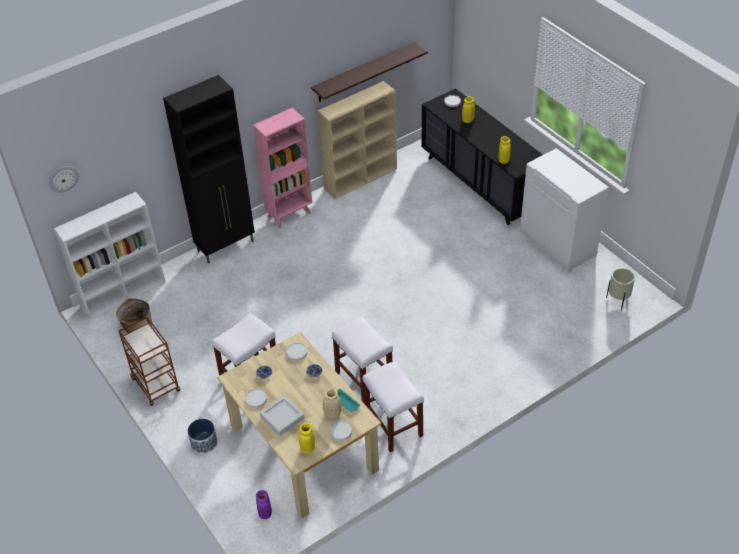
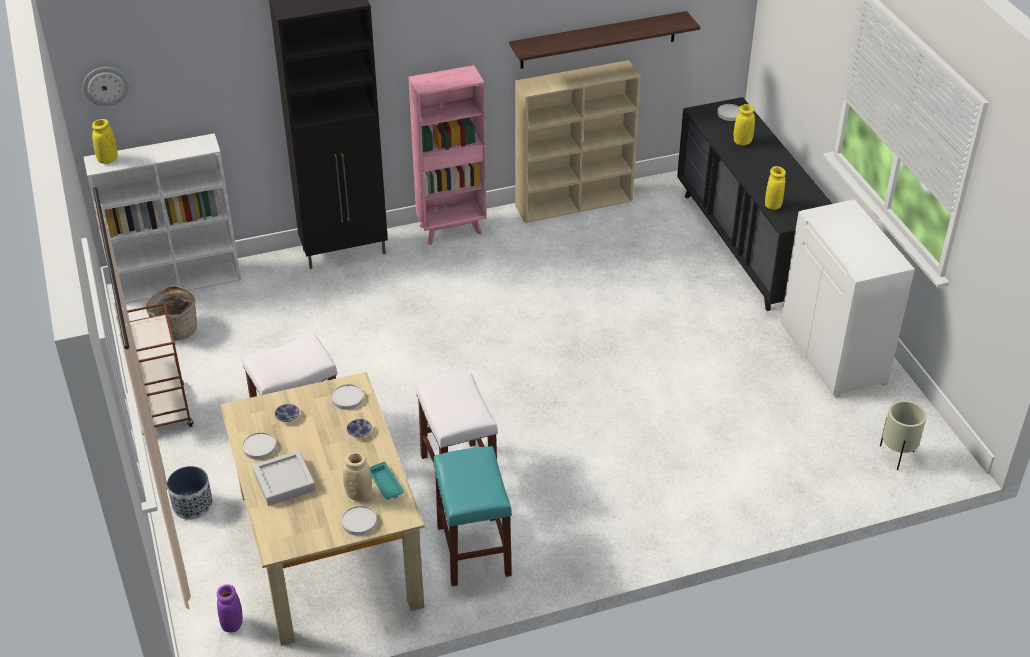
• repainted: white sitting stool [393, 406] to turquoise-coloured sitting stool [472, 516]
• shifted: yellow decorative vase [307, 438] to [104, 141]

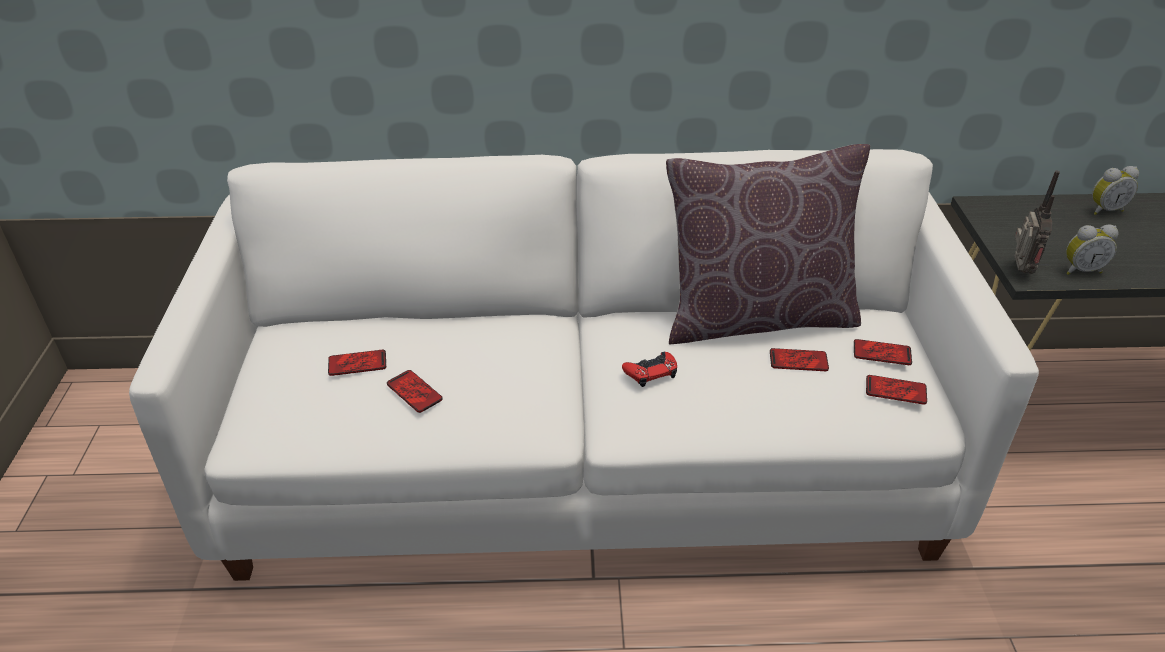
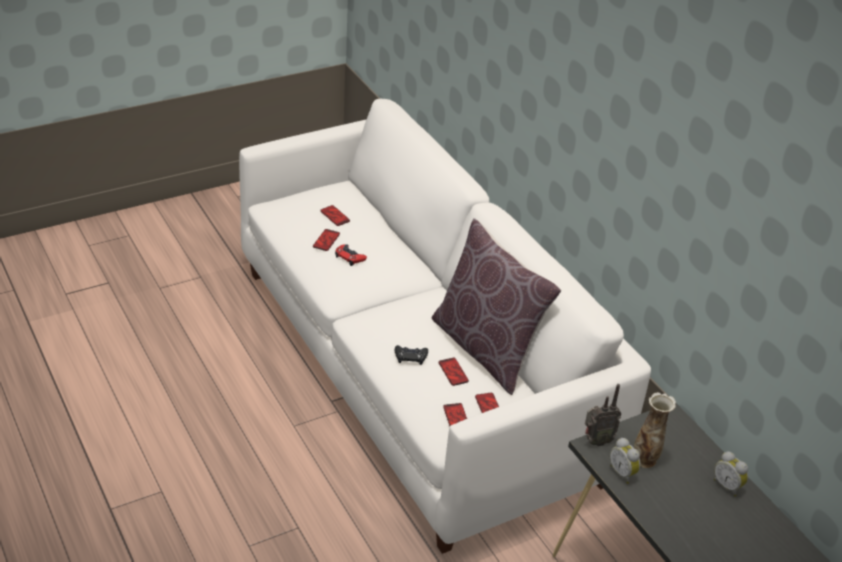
• shifted: reddish game controller [649, 369] to [351, 255]
• new: blackish game controller [411, 355]
• new: decorative vase [655, 430]

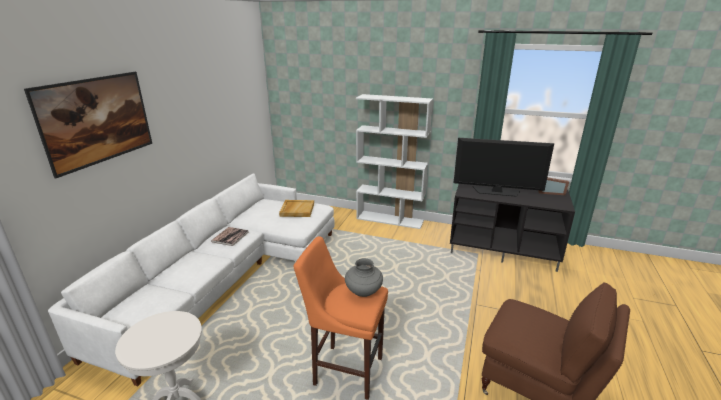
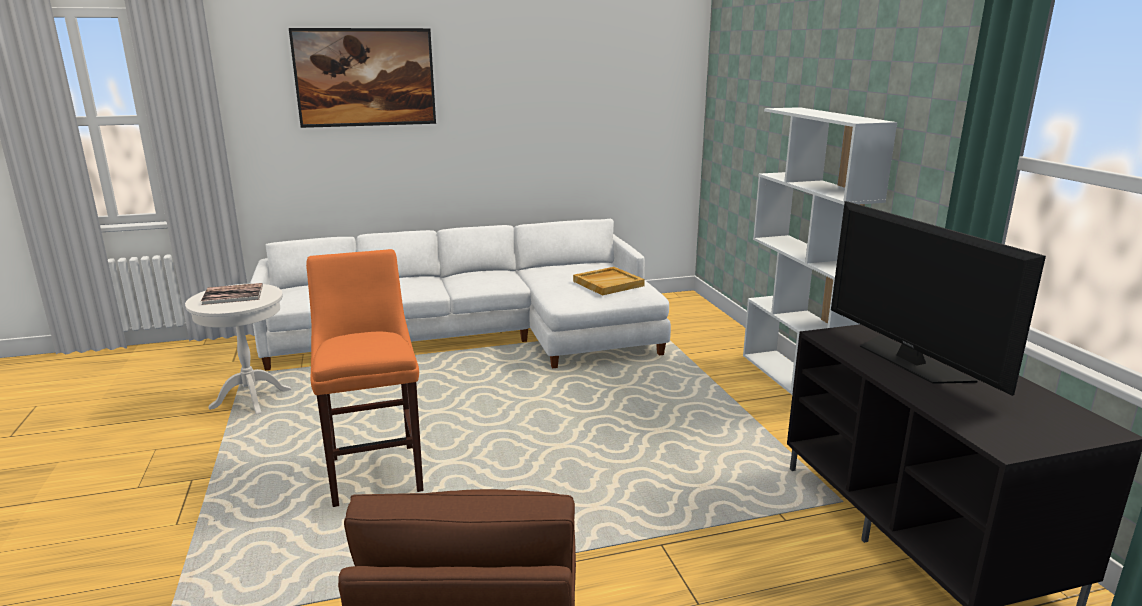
• gone: photo frame [554, 186]
• shifted: book [230, 236] to [232, 294]
• gone: gray decorative vase [364, 277]

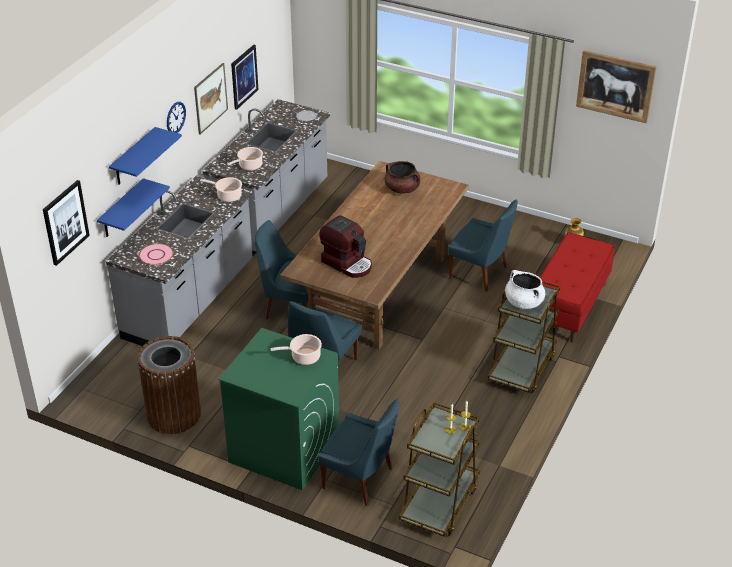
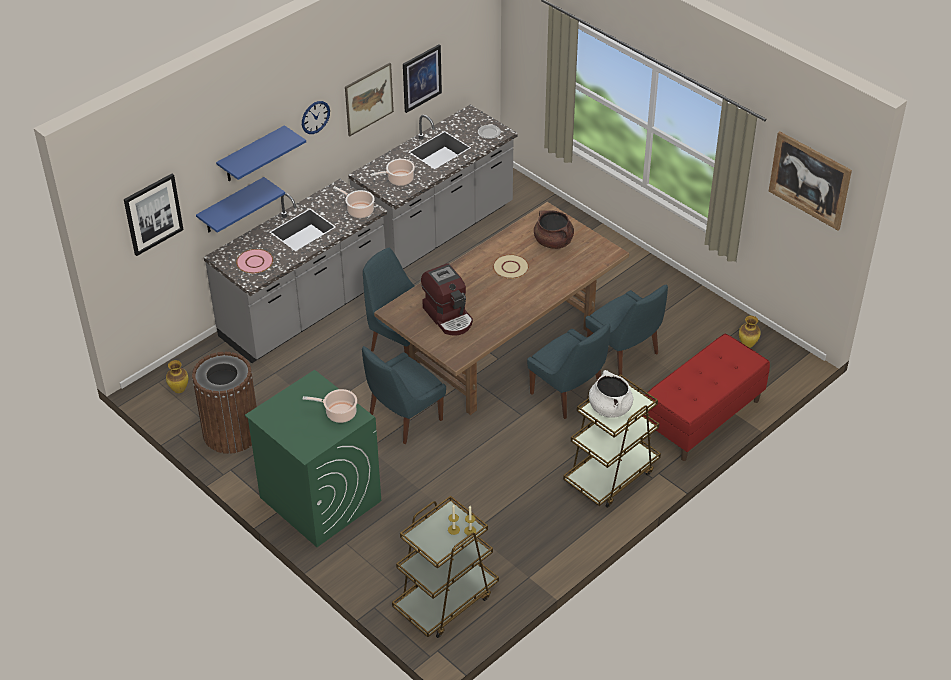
• shifted: blue-coloured plain chair [358, 452] to [568, 371]
• new: beige-coloured dinner plate [511, 266]
• new: decorative vase [177, 376]

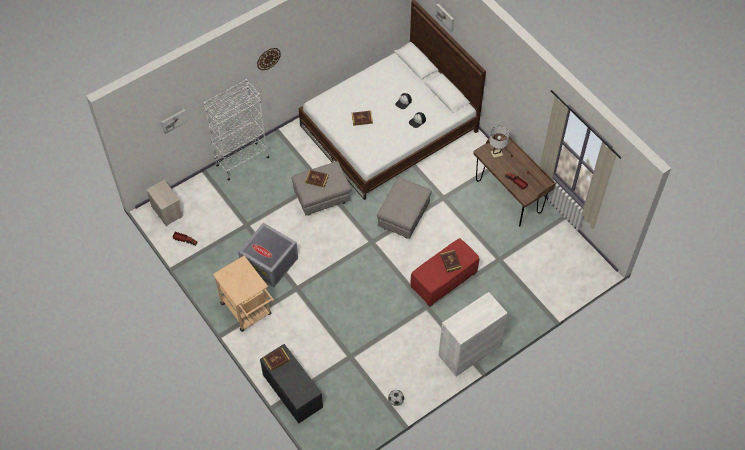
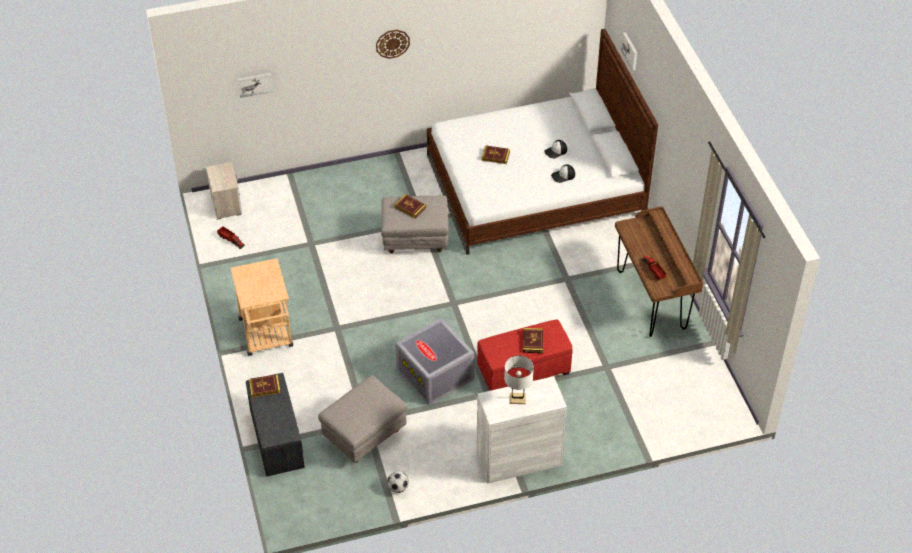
• gone: white shelving unit [236, 130]
• shifted: white lamp for a table [499, 142] to [519, 379]
• shifted: gray ottoman [404, 208] to [363, 419]
• shifted: gray storage bin [268, 255] to [435, 361]

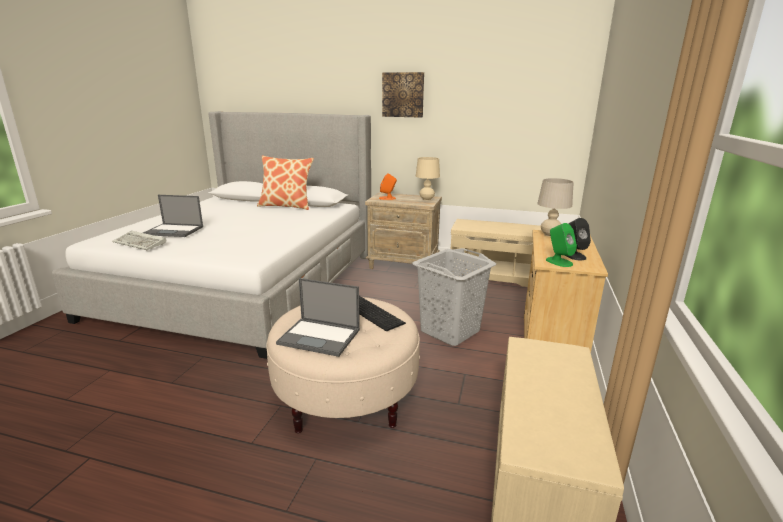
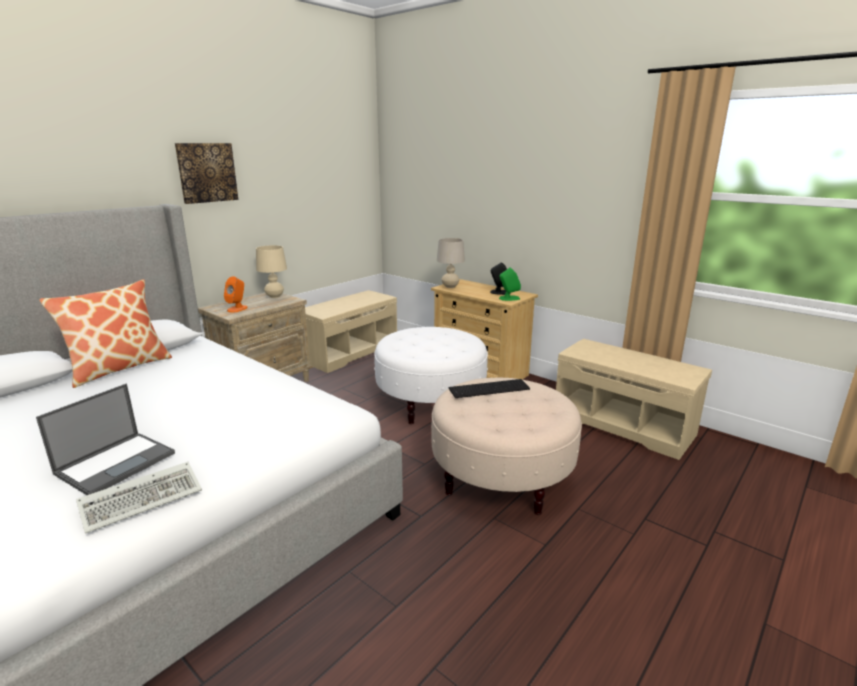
• swapped: gray washing basket [454, 297] to white ottoman [431, 375]
• gone: laptop [318, 317]

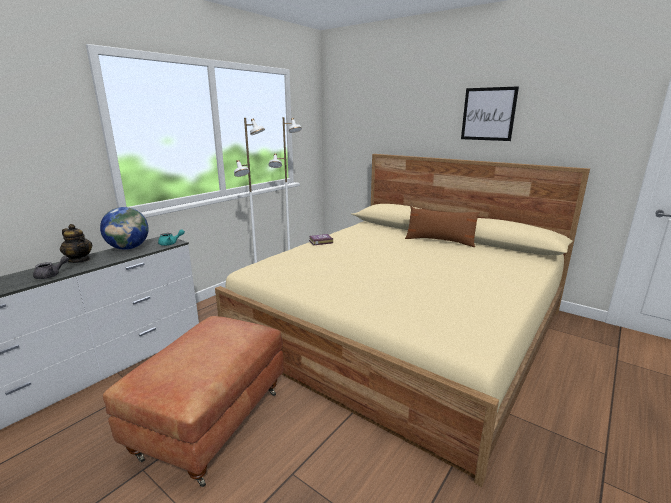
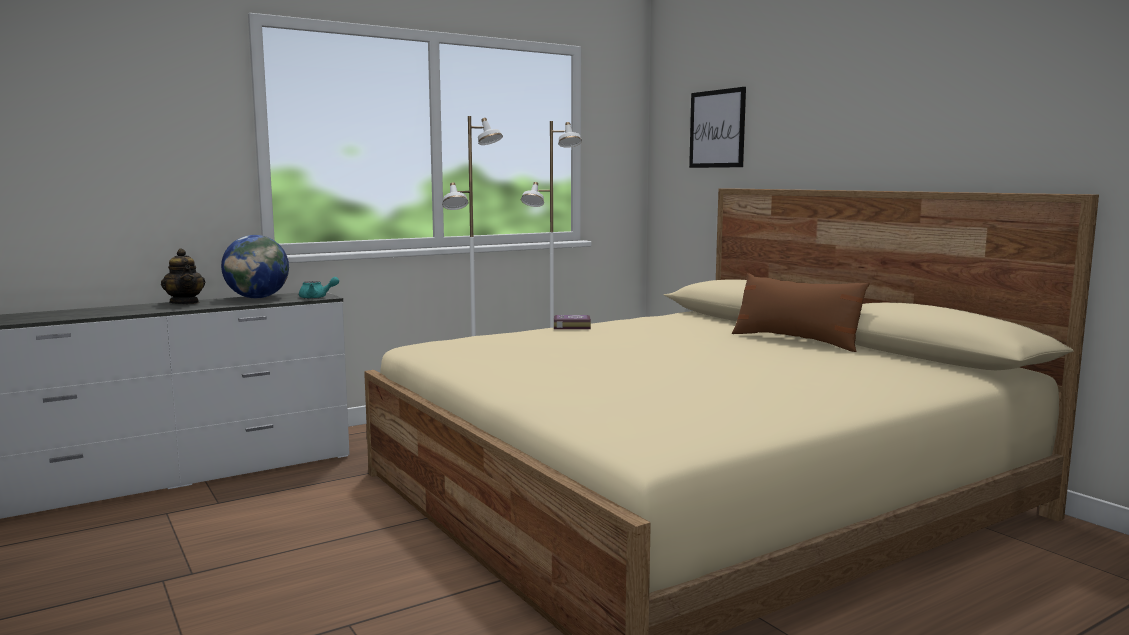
• shifted: picture [490, 113] to [717, 127]
• gone: gray teapot [51, 267]
• gone: brown ottoman [193, 401]

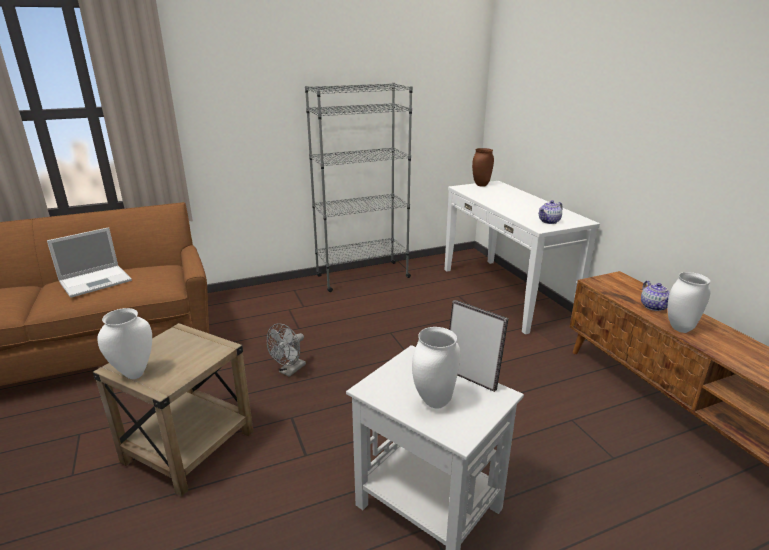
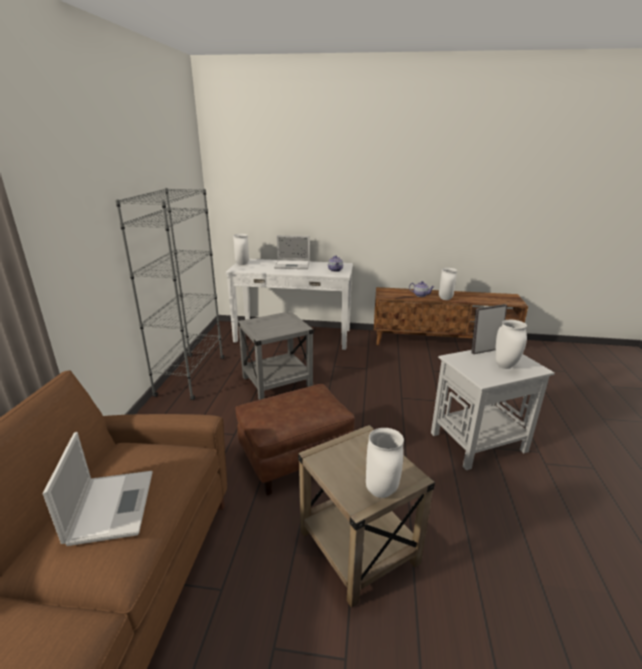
• repainted: brown decorative vase [483, 167] to white decorative vase [241, 249]
• swapped: gray electric fan [286, 350] to brown ottoman [295, 439]
• new: laptop [292, 252]
• new: gray accent table [275, 355]

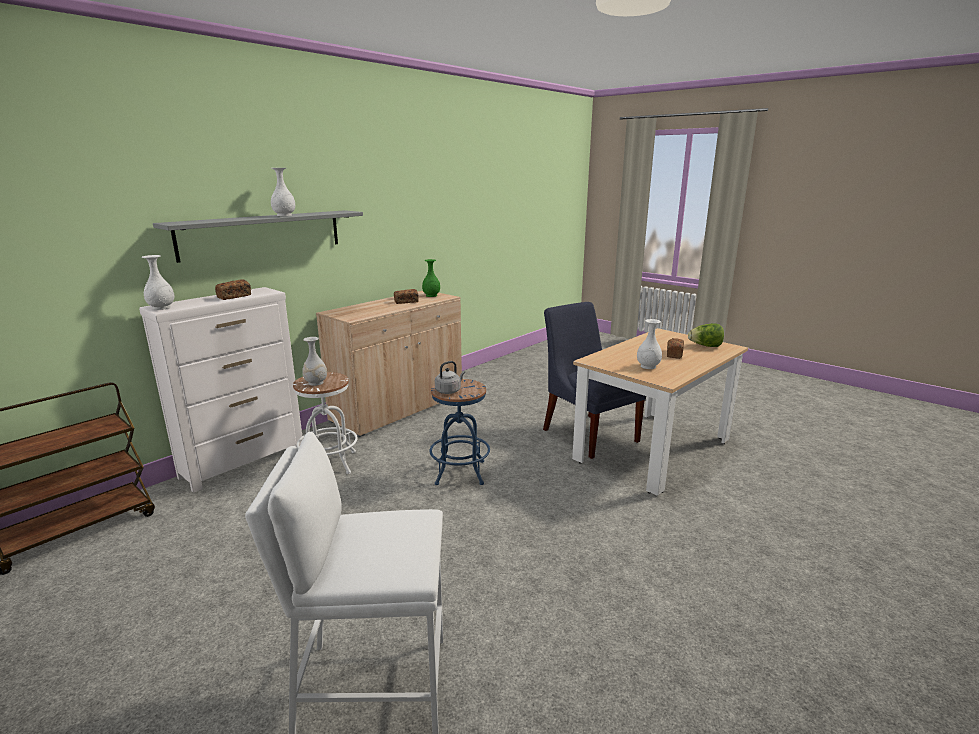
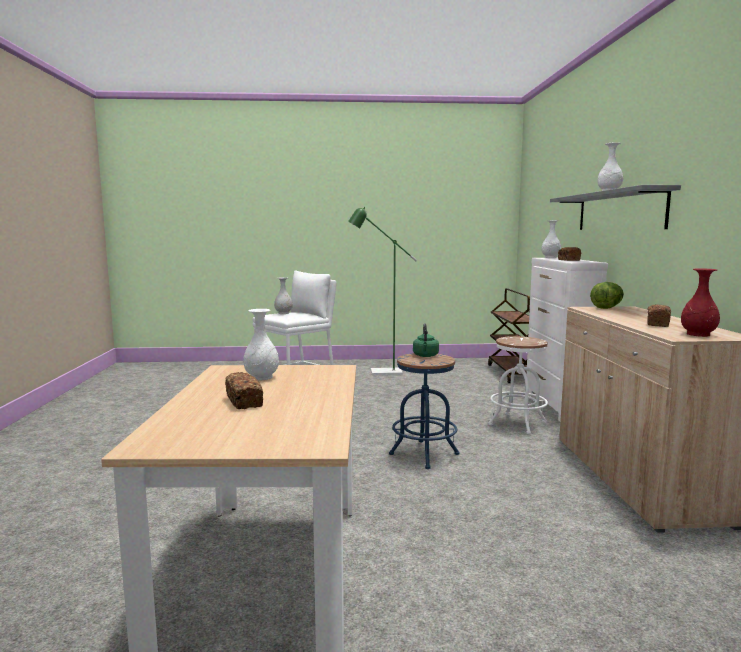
• repainted: green decorative vase [431, 278] to reddish decorative vase [700, 302]
• gone: blue-coloured plain chair [594, 380]
• shifted: lettuce head [706, 335] to [607, 295]
• shifted: white decorative vase [314, 361] to [283, 295]
• repainted: gray water kettle [450, 377] to green water kettle [426, 340]
• new: green standing lamp [382, 291]

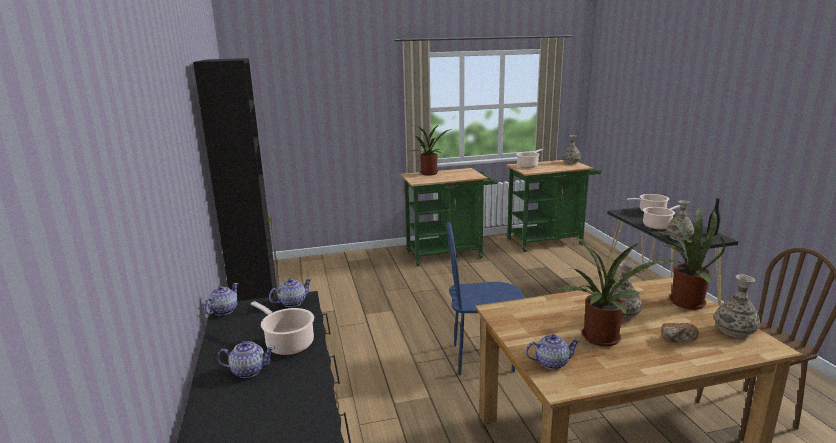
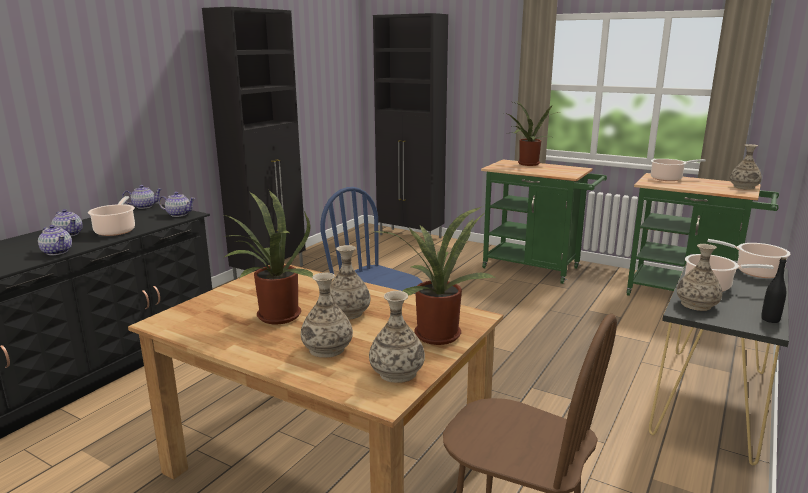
• swapped: bread [680, 333] to decorative vase [327, 315]
• shifted: teapot [553, 351] to [55, 240]
• new: blackish cupboard [410, 125]

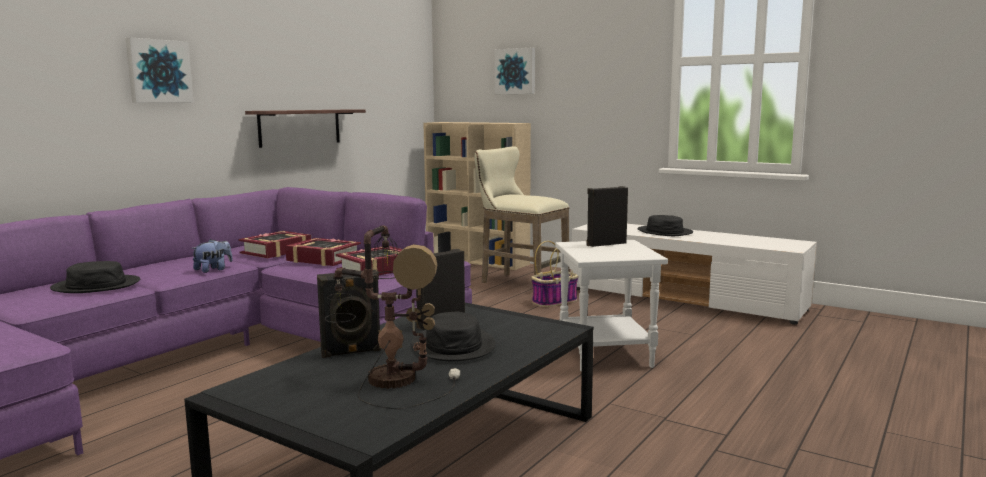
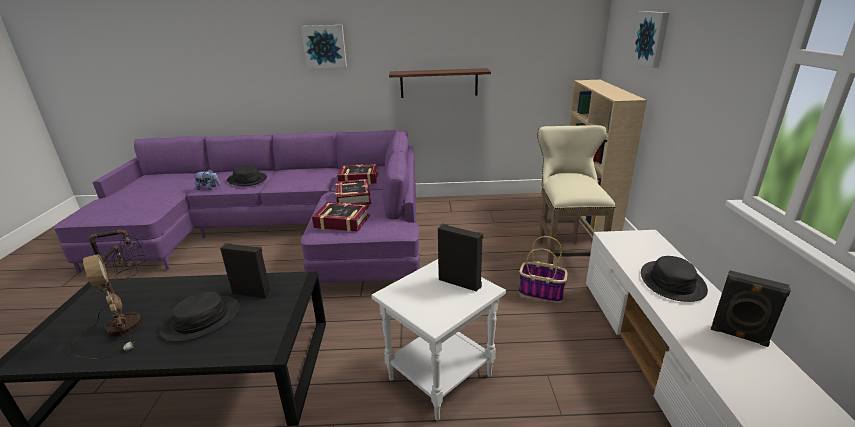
• shifted: soft toy [212, 256] to [206, 179]
• shifted: blackish audio speaker [349, 314] to [751, 308]

